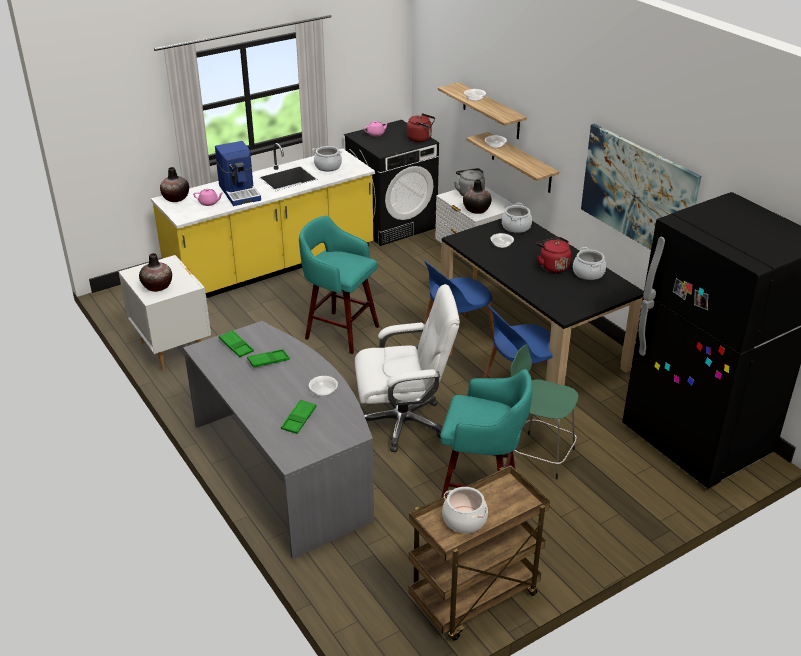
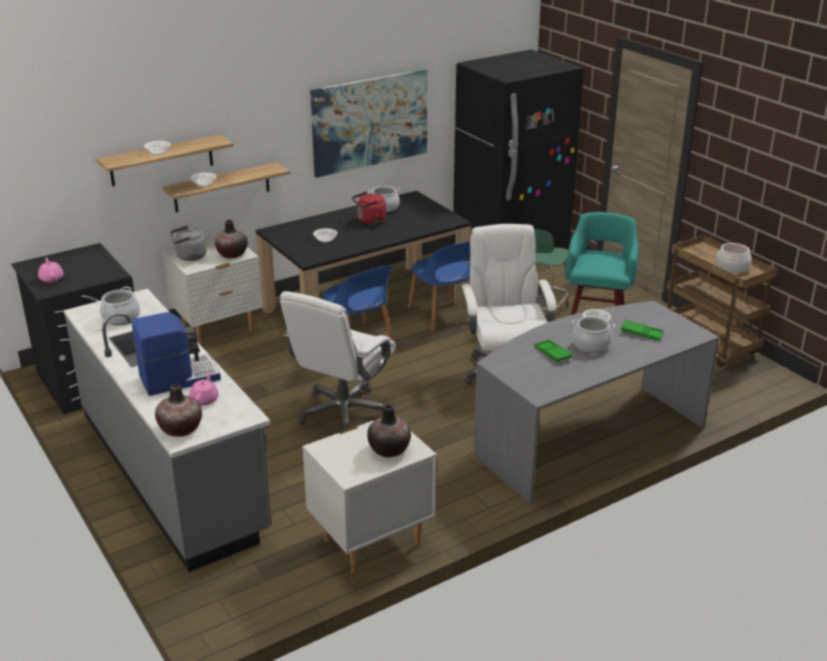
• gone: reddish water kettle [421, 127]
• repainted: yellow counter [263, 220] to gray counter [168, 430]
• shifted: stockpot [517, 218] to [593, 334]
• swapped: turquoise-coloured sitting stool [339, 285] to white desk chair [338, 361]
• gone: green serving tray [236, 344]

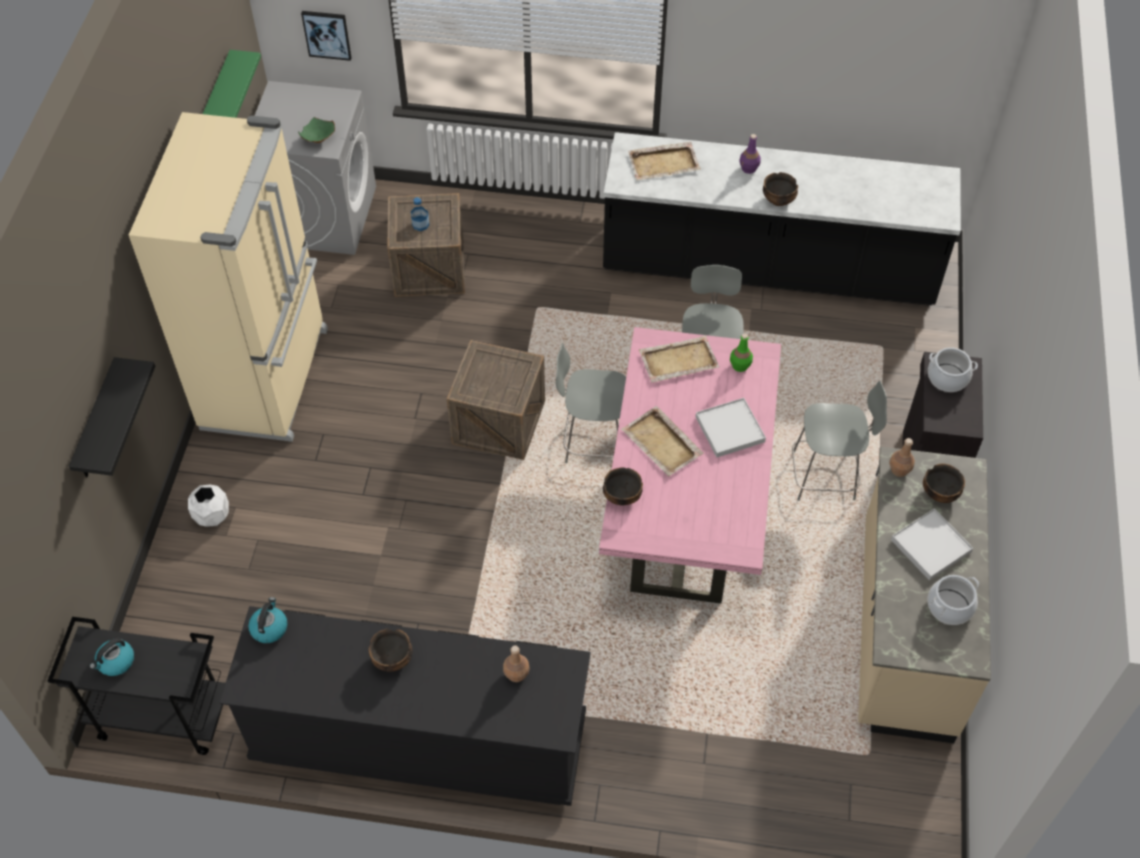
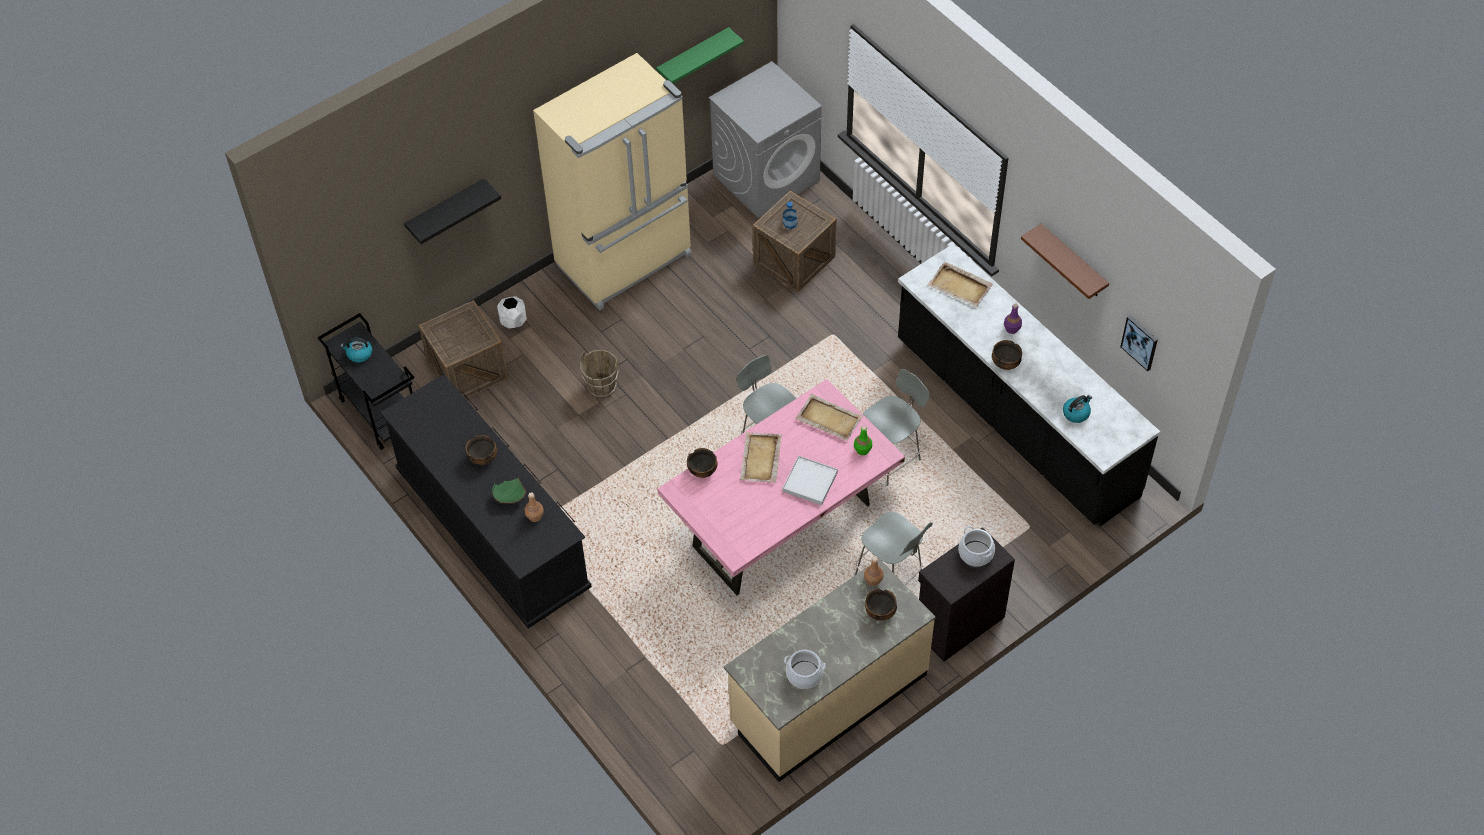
• shifted: picture [326, 36] to [1139, 343]
• shifted: green bowl [316, 130] to [509, 490]
• shifted: packing crate [496, 400] to [463, 349]
• gone: white serving tray [932, 544]
• shifted: water kettle [267, 620] to [1077, 409]
• new: brown wall shelf [1065, 261]
• new: brown pail [599, 374]

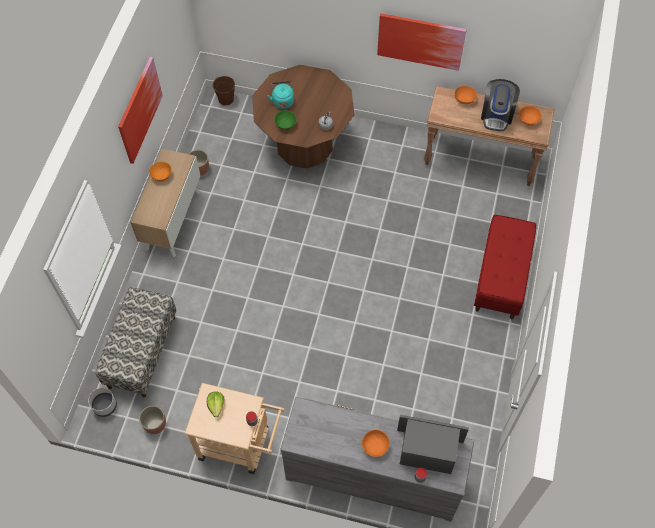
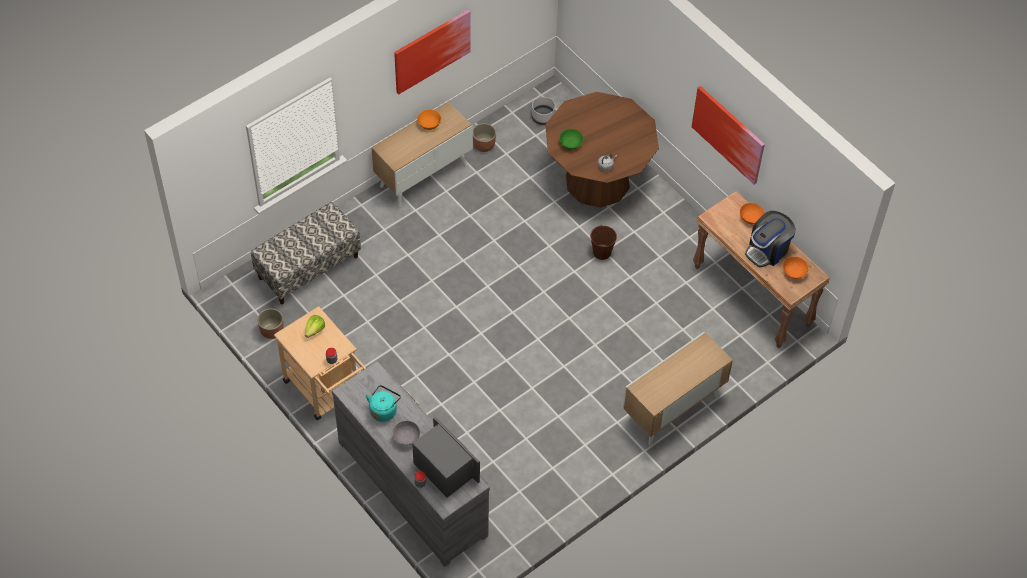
• shifted: brown pail [224, 91] to [603, 242]
• shifted: turquoise-coloured water kettle [280, 95] to [383, 403]
• swapped: reddish bench [505, 267] to cupboard [678, 389]
• shifted: gray plant pot [102, 402] to [543, 111]
• repainted: orange-coloured bowl [376, 443] to gray bowl [406, 433]

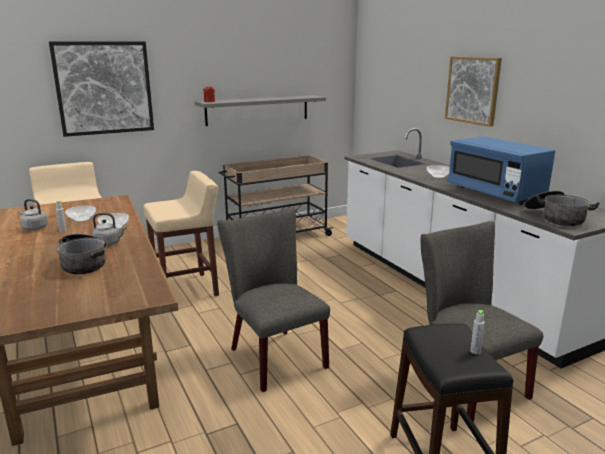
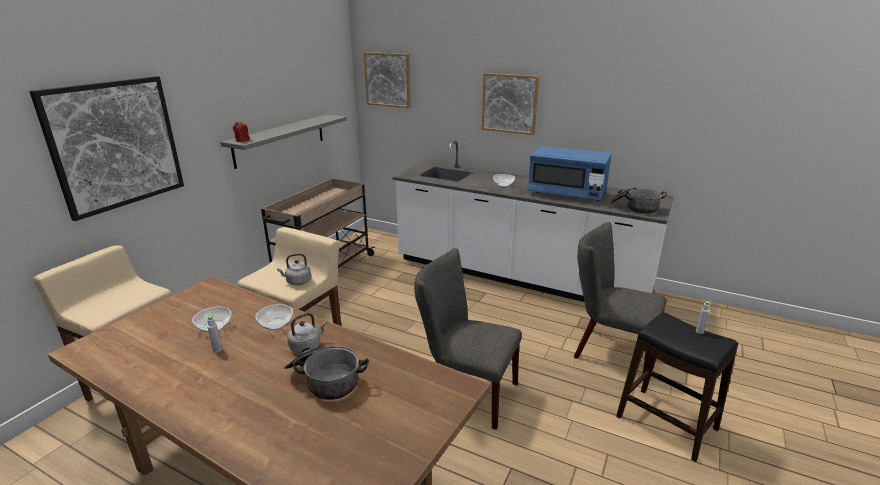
• shifted: gray water kettle [33, 214] to [294, 269]
• new: picture [387, 80]

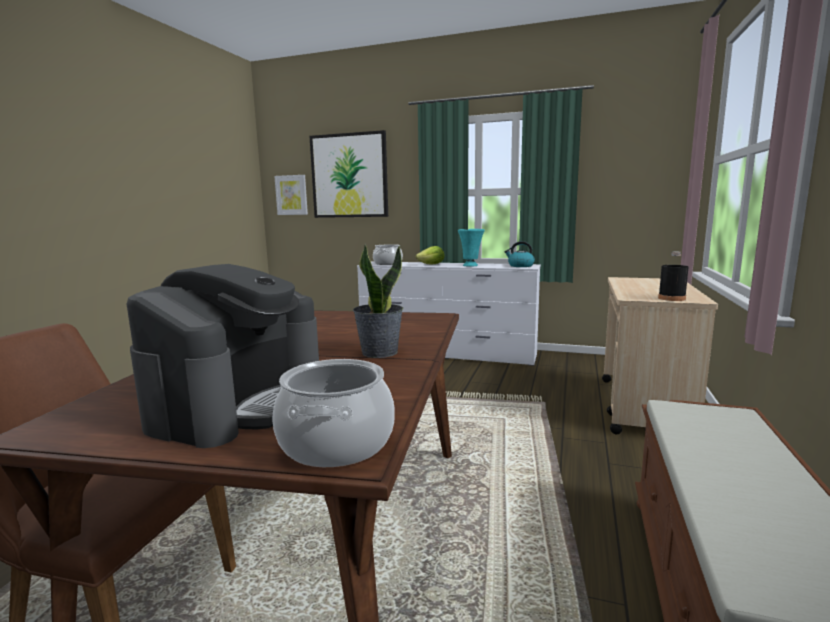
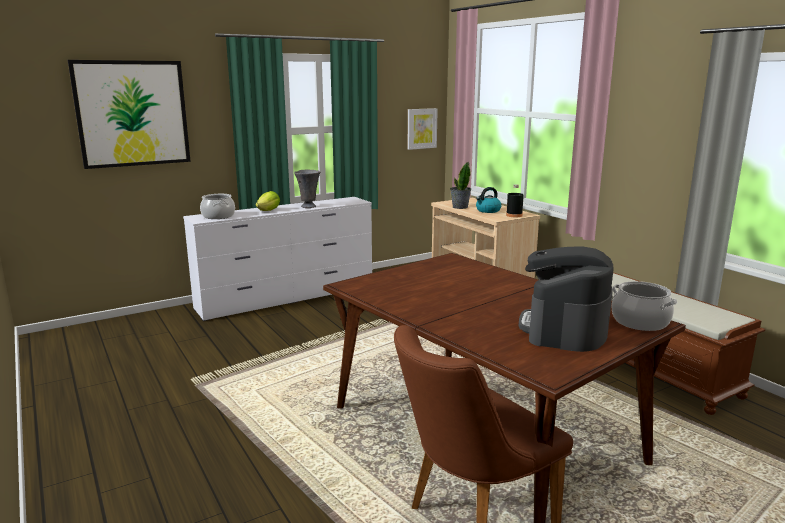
• shifted: picture [291, 195] to [423, 129]
• repainted: turquoise-coloured decorative vase [471, 248] to gray decorative vase [307, 189]
• shifted: water kettle [519, 254] to [489, 200]
• shifted: potted plant [378, 301] to [460, 185]
• rotated: coffee maker [223, 356] = [566, 299] 135 degrees counterclockwise

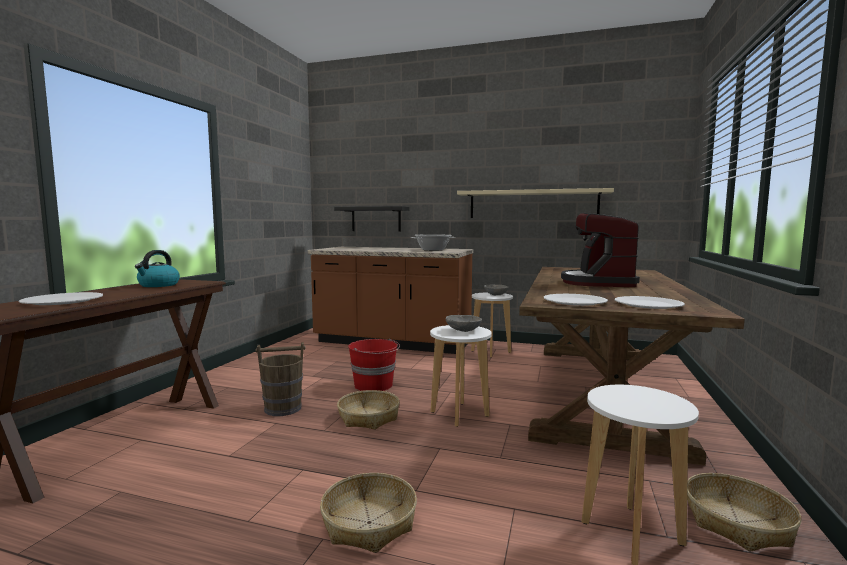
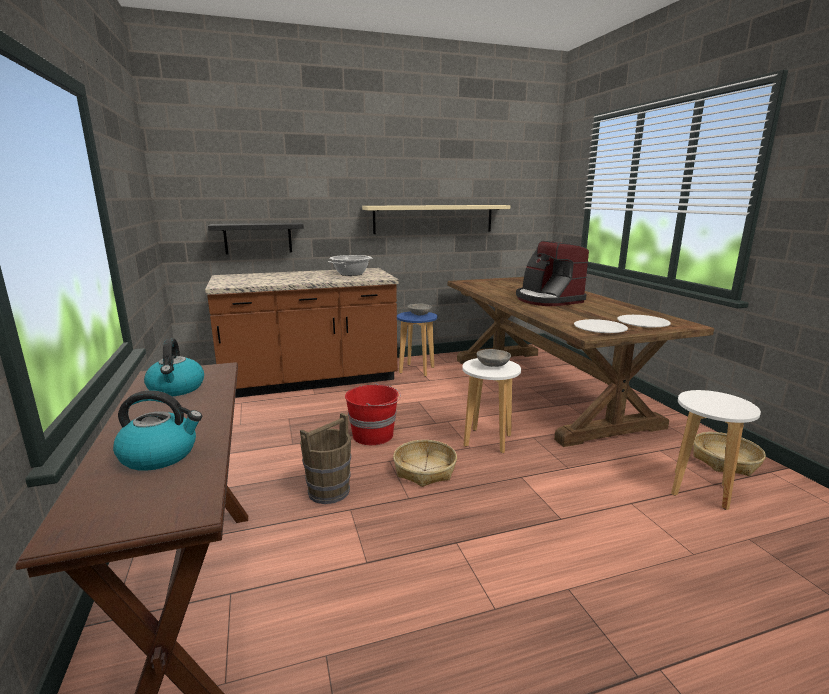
• swapped: white dinner plate [61, 298] to water kettle [157, 430]
• repainted: white sitting stool [492, 325] to blue-coloured sitting stool [417, 344]
• gone: storage basket [368, 513]

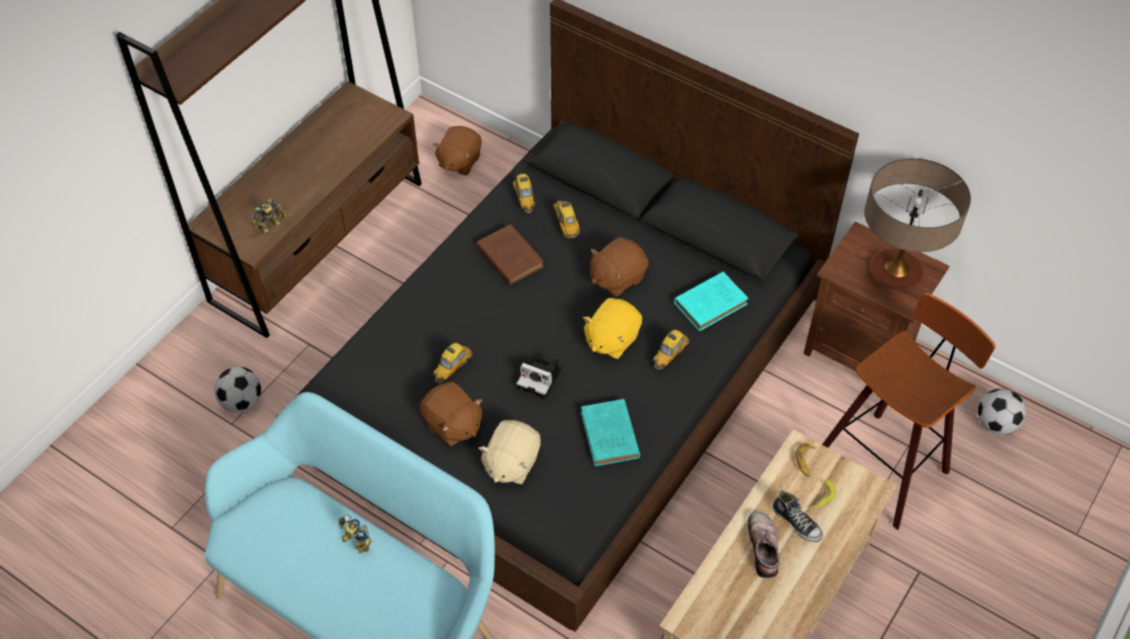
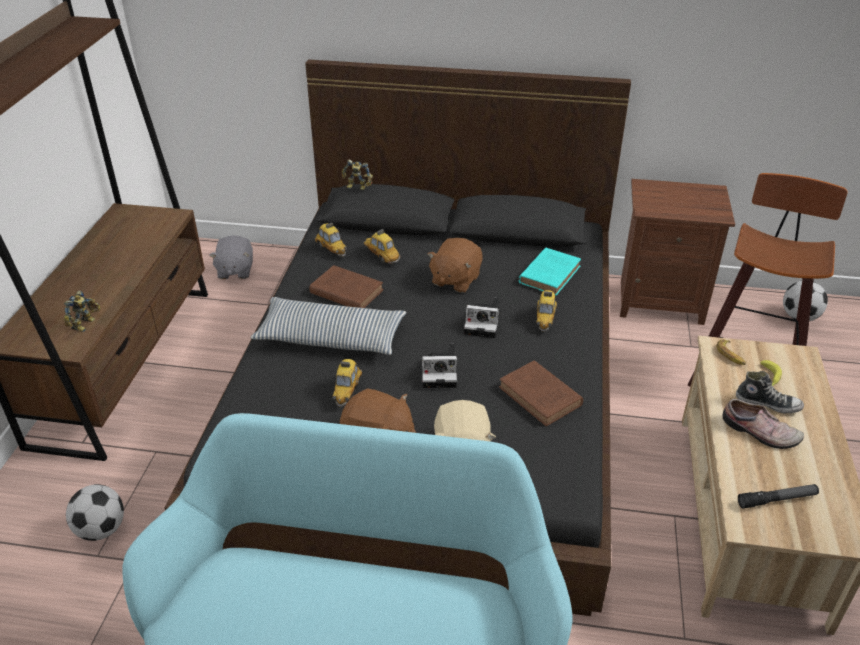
• repainted: brown soft toy [457, 150] to gray soft toy [231, 257]
• gone: lamp for a table [917, 223]
• swapped: yellow soft toy [612, 328] to still camera [482, 318]
• repainted: turquoise-coloured book [610, 432] to brown book [541, 393]
• rotated: shoe [764, 544] = [763, 424] 150 degrees clockwise
• shifted: robot figure [354, 533] to [357, 175]
• new: pillow [328, 326]
• new: flashlight [778, 496]

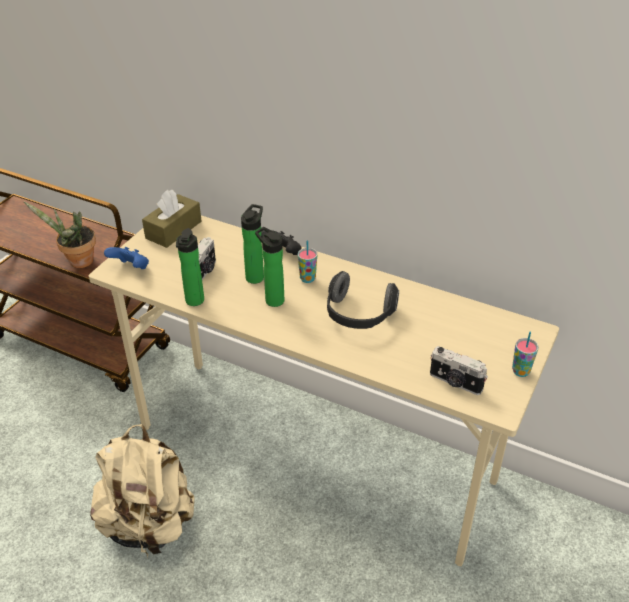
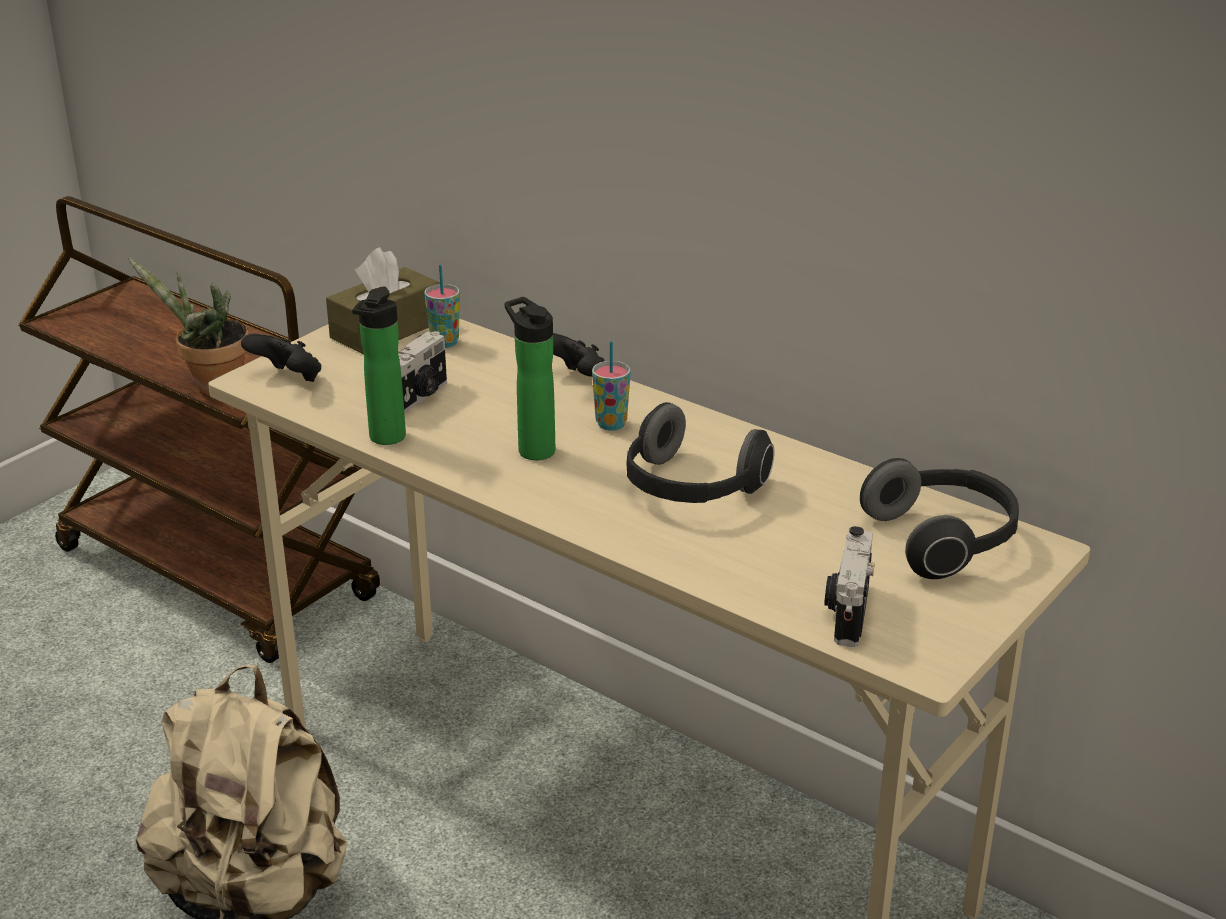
• gone: beverage bottle [252, 244]
• repainted: blue-coloured game controller [126, 258] to blackish game controller [281, 358]
• shifted: drinking cup [525, 354] to [442, 306]
• rotated: still camera [459, 370] = [849, 586] 60 degrees clockwise
• new: pair of headphones [939, 518]

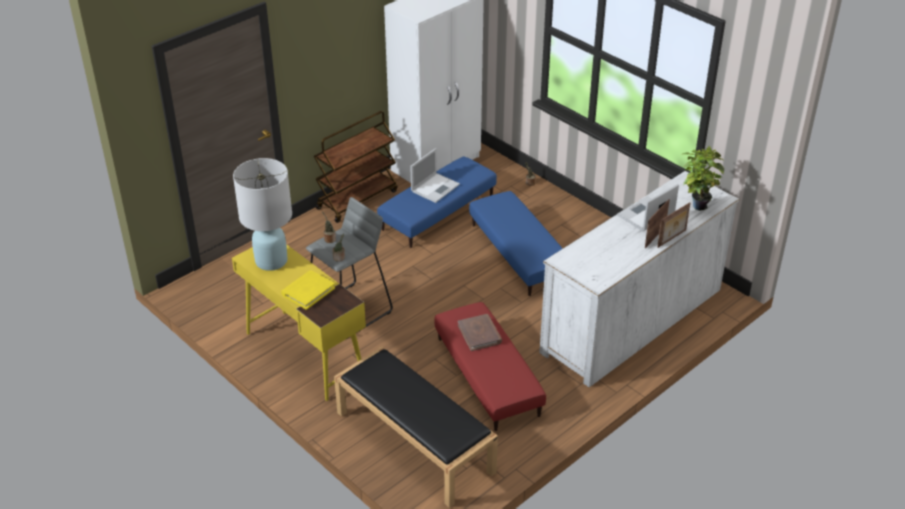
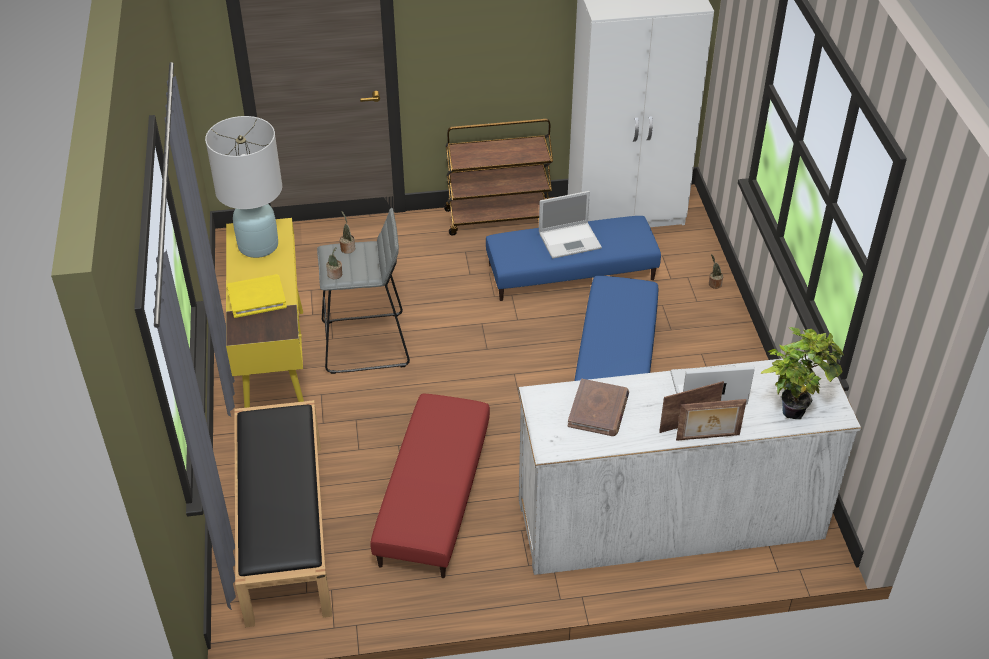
• shifted: brown book [480, 332] to [598, 407]

